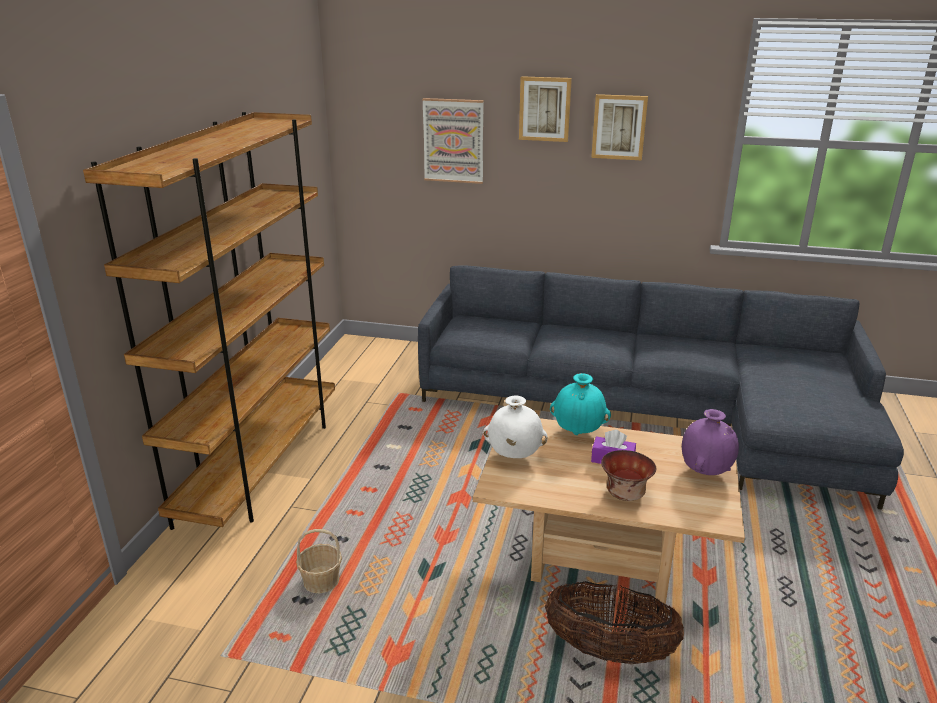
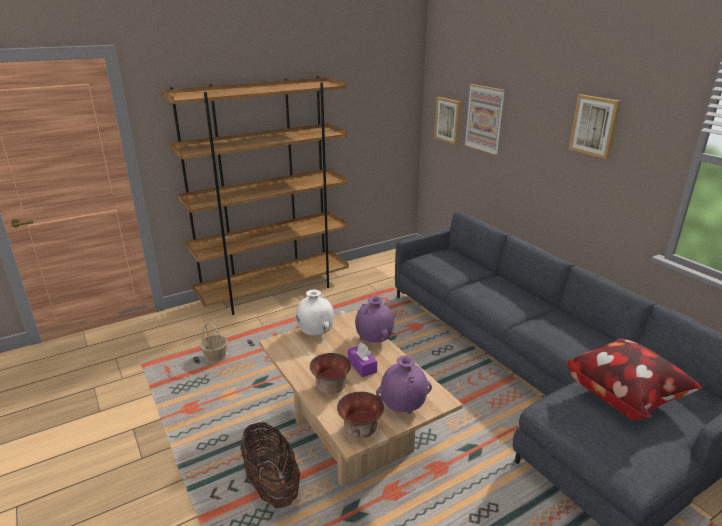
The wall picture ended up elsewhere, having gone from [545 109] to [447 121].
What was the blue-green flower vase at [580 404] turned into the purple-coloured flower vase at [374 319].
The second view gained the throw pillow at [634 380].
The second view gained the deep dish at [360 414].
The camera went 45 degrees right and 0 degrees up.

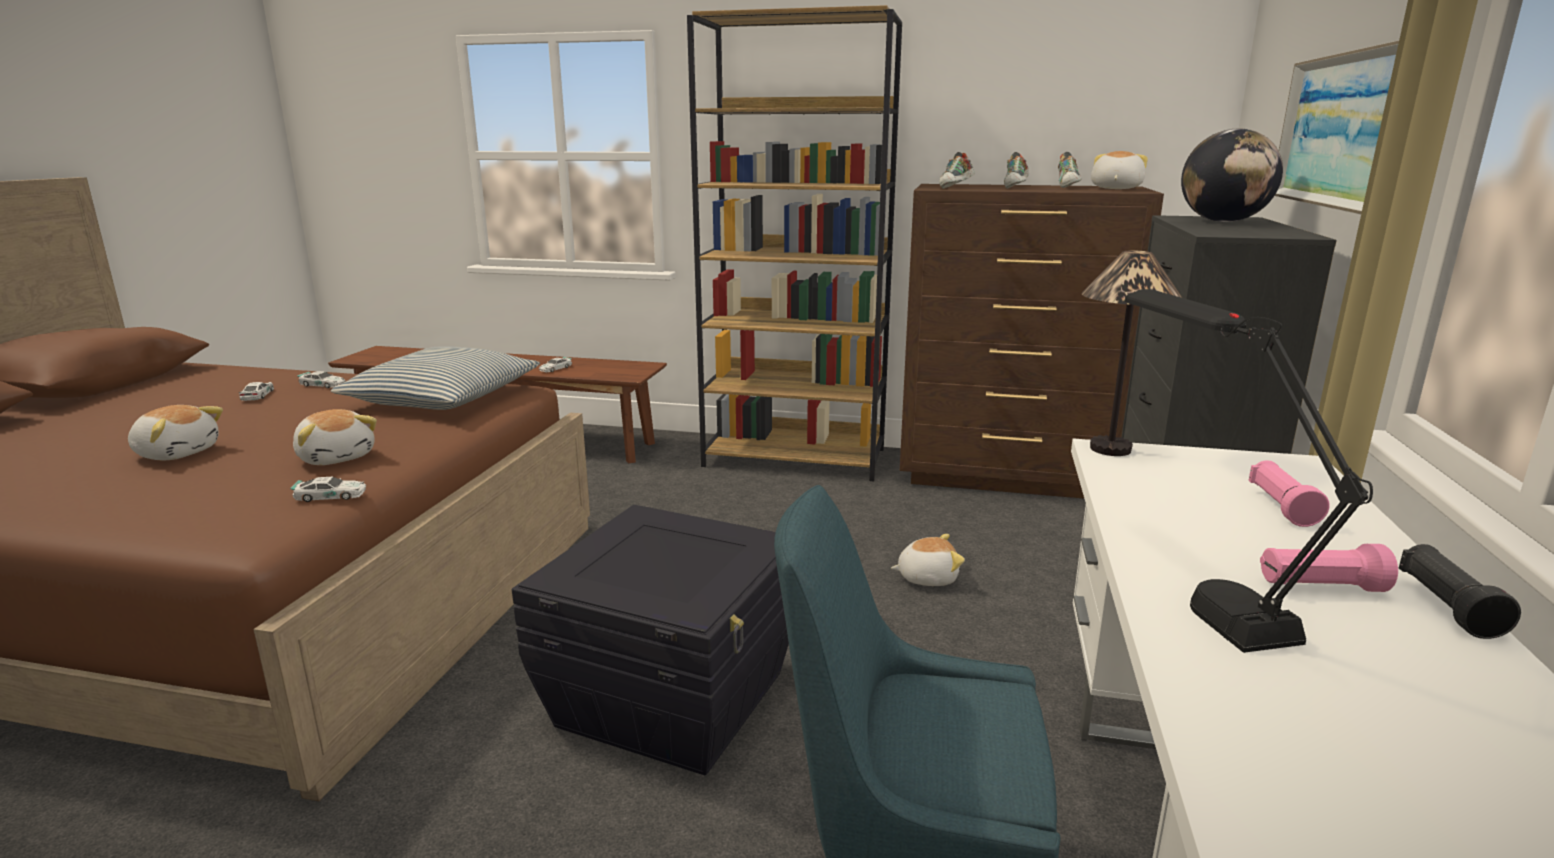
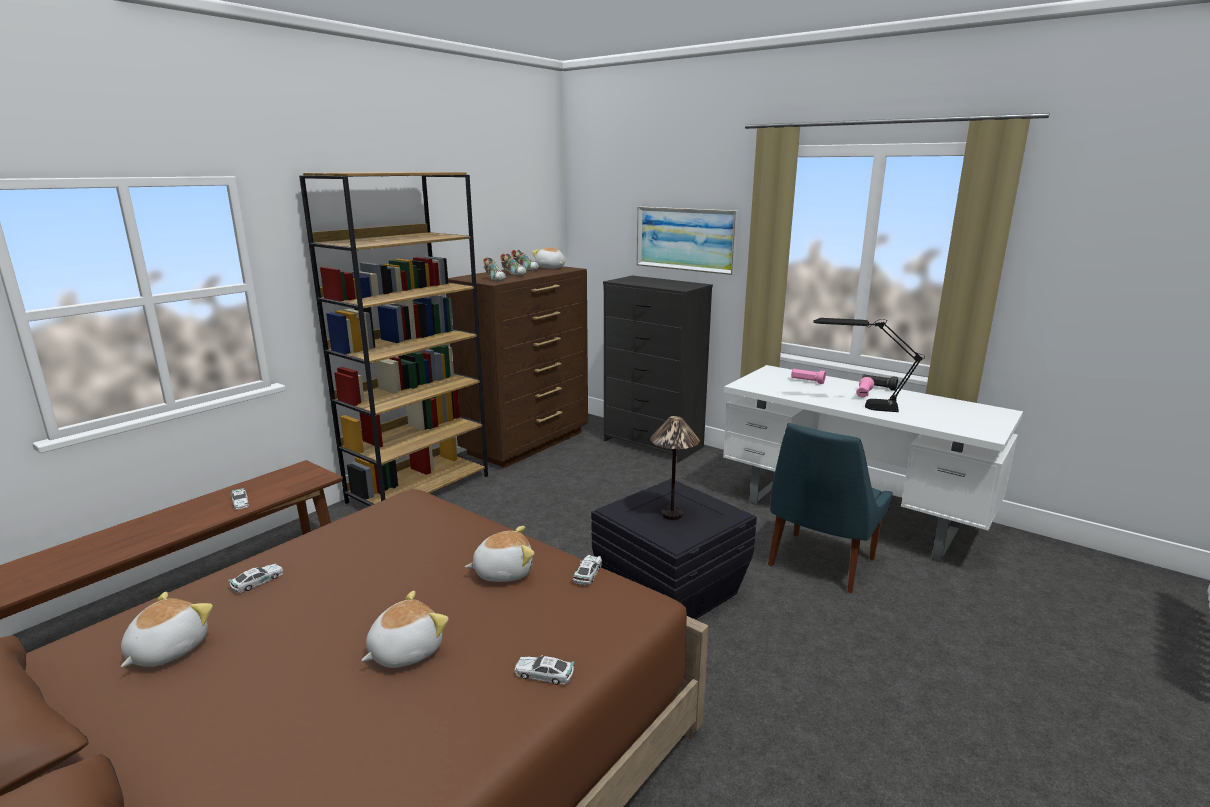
The second view lost the desk globe at [1232 175].
The table lamp ended up elsewhere, having gone from [1132 353] to [675 468].
The second view lost the throw pillow at [435 378].
The toy car ended up elsewhere, having gone from [256 391] to [544 670].
The soft toy ended up elsewhere, having gone from [928 560] to [167 629].
The camera went 65 degrees left and 0 degrees up.

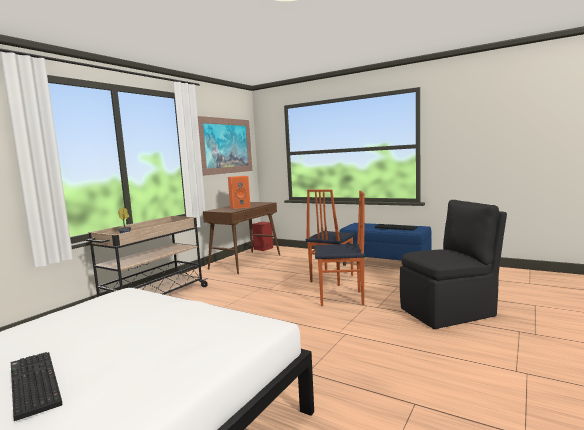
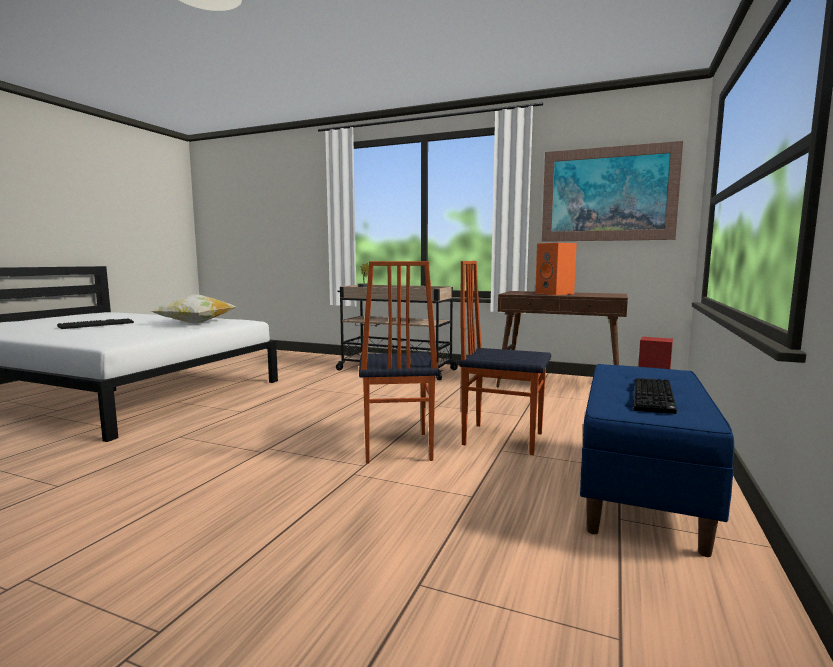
The second view lost the black upright chair at [453 264].
The second view gained the throw pillow at [193 309].
The camera went 80 degrees right and 0 degrees up.

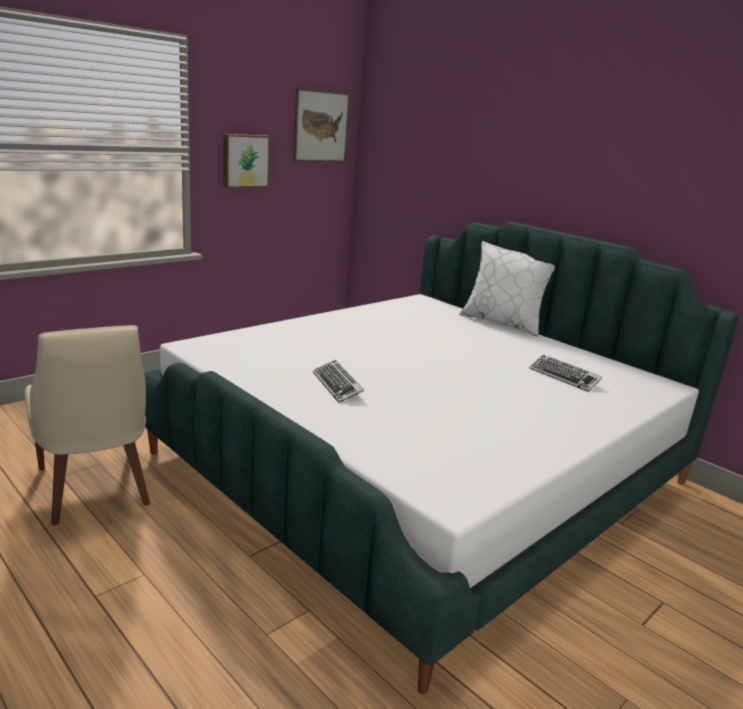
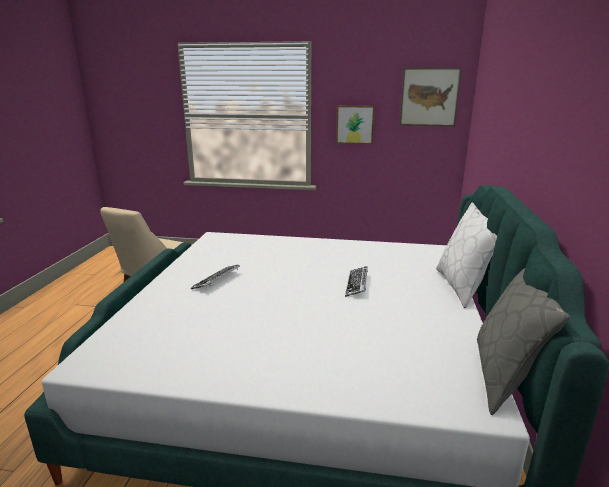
The keyboard ended up elsewhere, having gone from [565 373] to [356 281].
The second view gained the gray throw pillow at [523 342].
The camera went 55 degrees right and 0 degrees up.

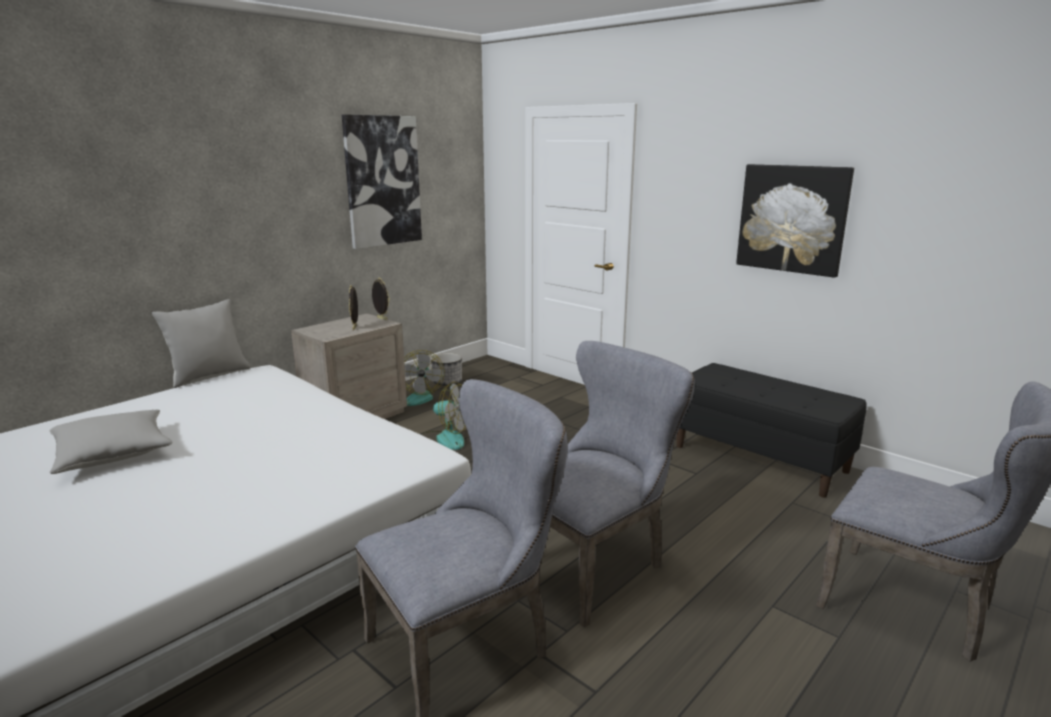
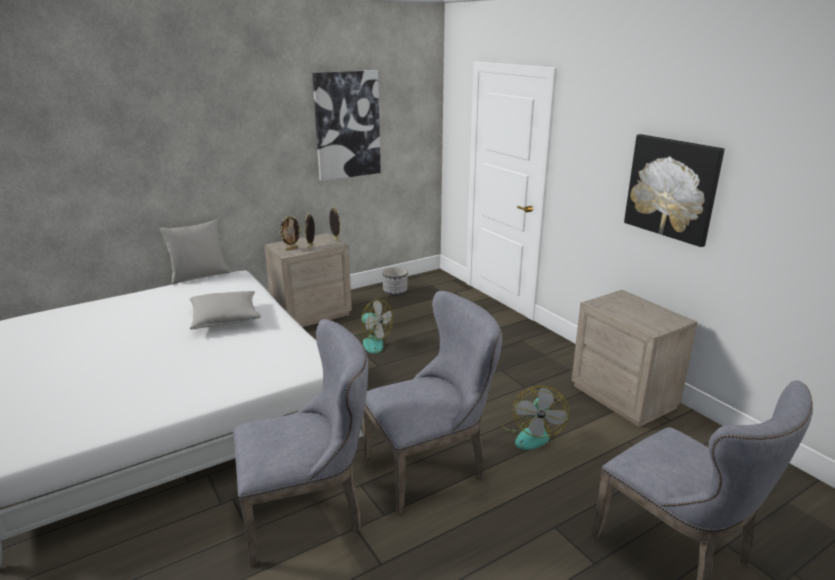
The electric fan ended up elsewhere, having gone from [424 378] to [536 418].
Where the black indoor bench stood at [771 430], the beige night table came to stand at [634 358].
The gray throw pillow ended up elsewhere, having gone from [111 442] to [225 310].
The second view gained the picture frame at [291 233].
The camera went 15 degrees right and 5 degrees up.

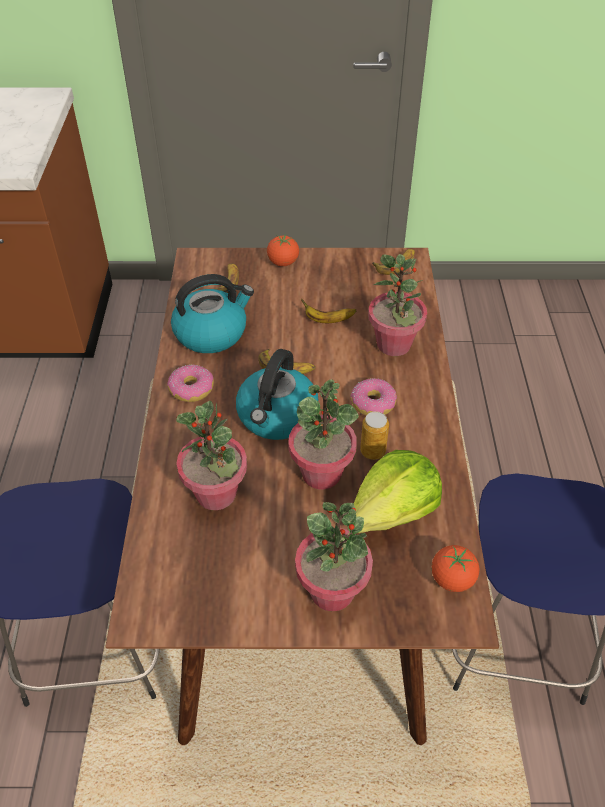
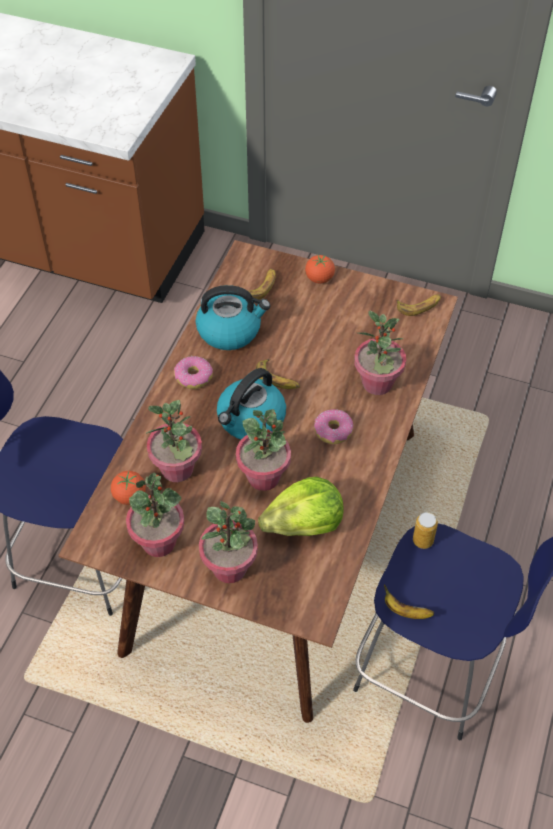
The whole banana ended up elsewhere, having gone from [328 311] to [409 602].
The can ended up elsewhere, having gone from [374 435] to [425 530].
The tomato ended up elsewhere, having gone from [455 568] to [128 488].
The second view gained the plant in a pot at [155 515].
The camera went 20 degrees right and 5 degrees up.

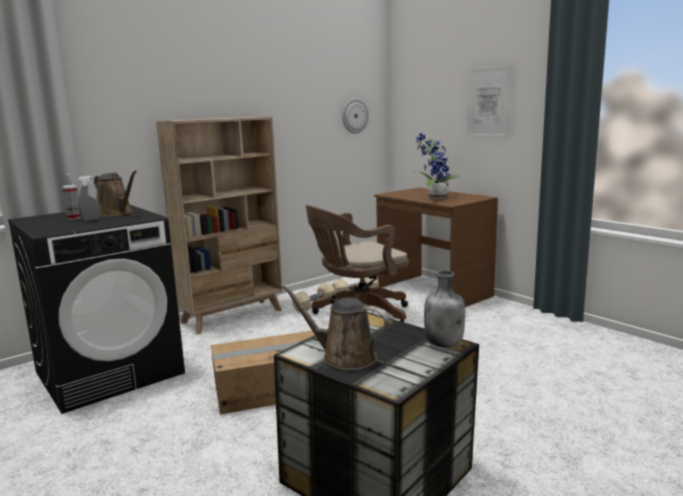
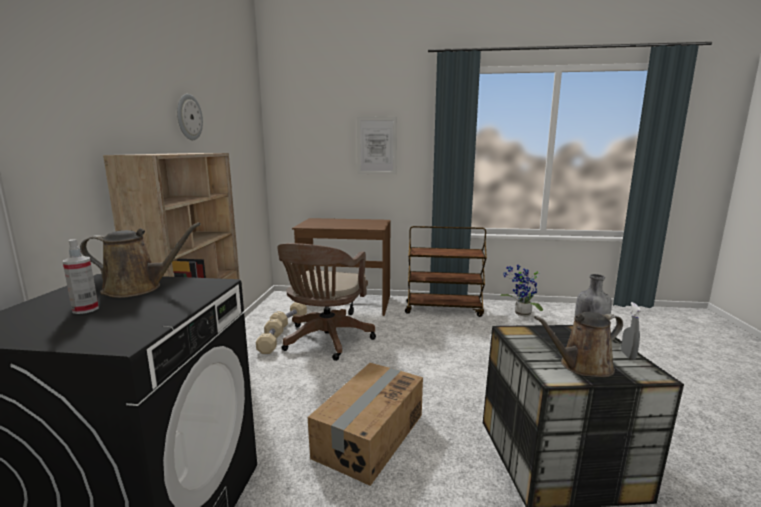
The clock on the wall ended up elsewhere, having gone from [355 116] to [190 117].
The plant in a pot ended up elsewhere, having gone from [437 166] to [521 290].
The gray spray bottle ended up elsewhere, having gone from [89 198] to [631 331].
The second view gained the brown-coloured trolley at [446 271].
The camera went 45 degrees left and 0 degrees up.

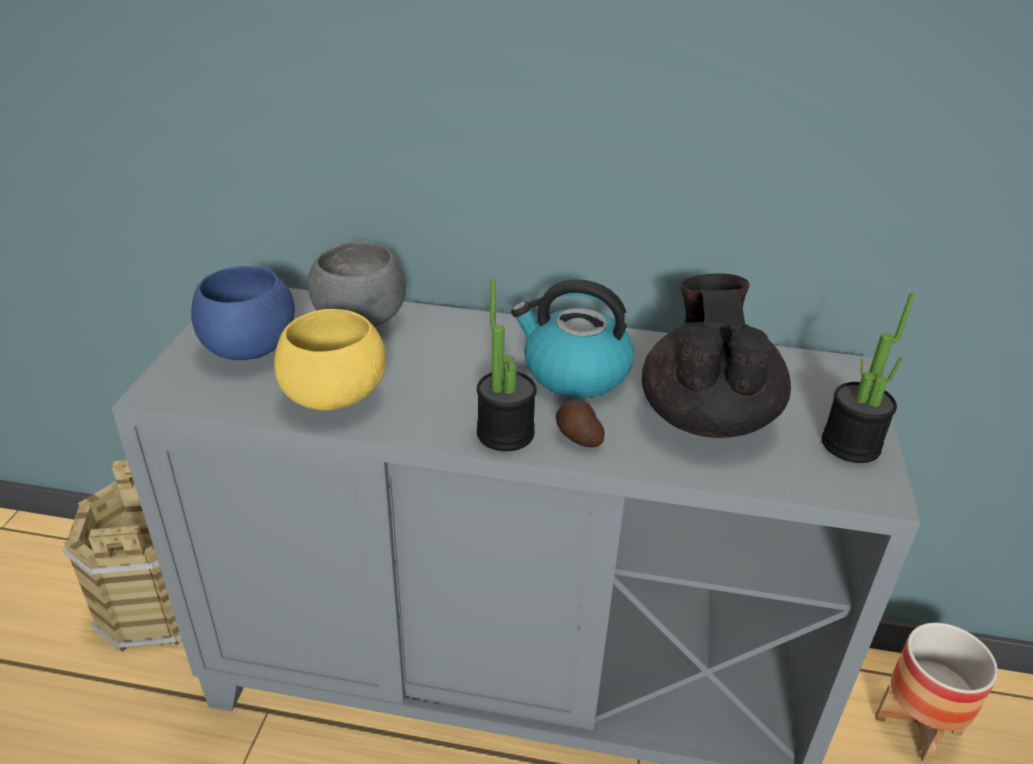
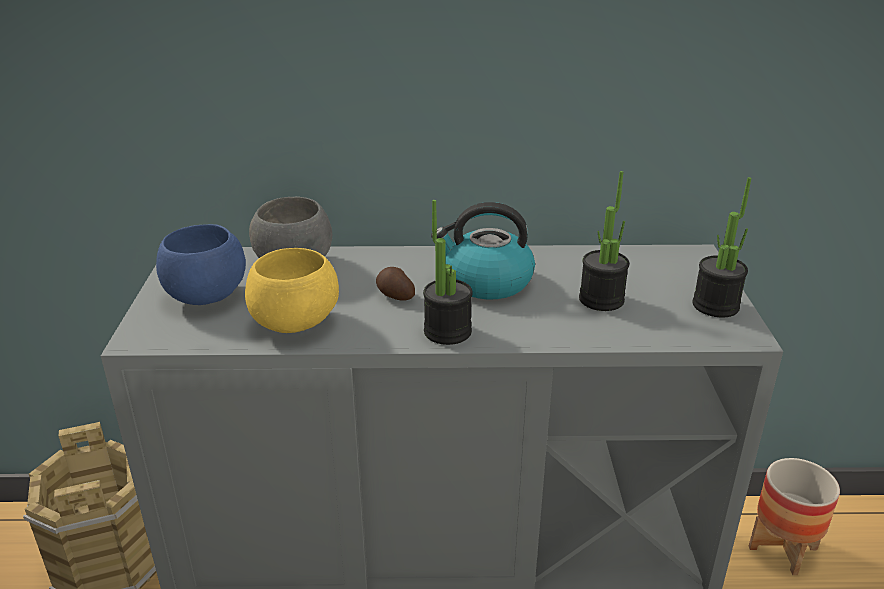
Where the black teapot stood at [716 355], the plant in a pot came to stand at [604 241].
The potato ended up elsewhere, having gone from [580 424] to [395 284].
The camera went 10 degrees left and 5 degrees down.

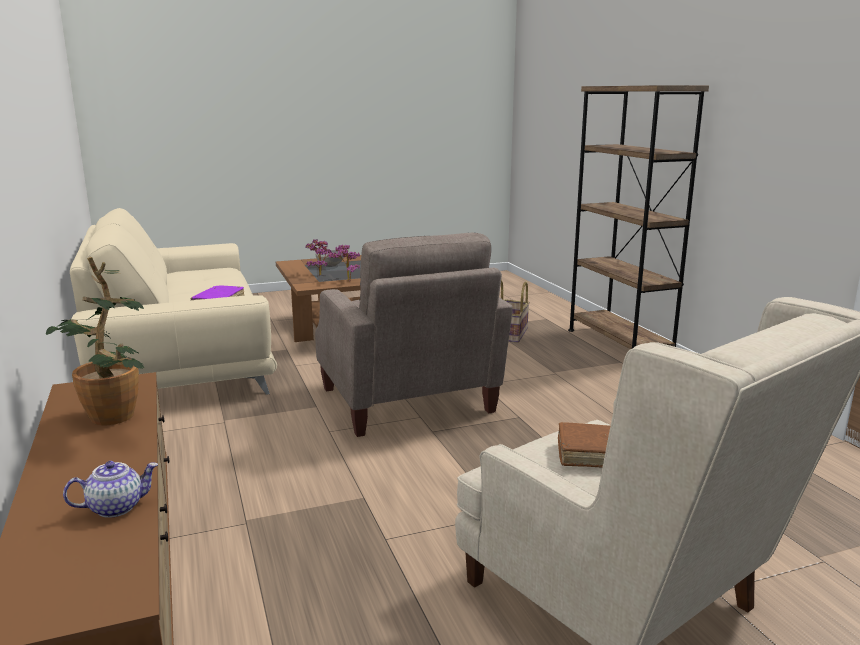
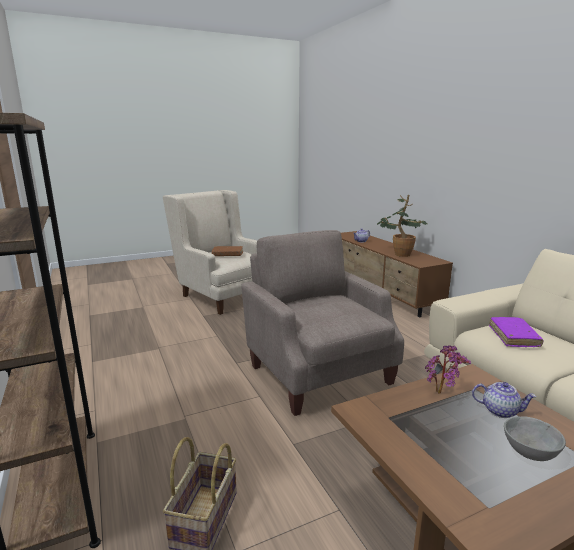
Where the plant in a pot stood at [319 257], the teapot came to stand at [504 400].
The camera went 175 degrees right and 0 degrees up.

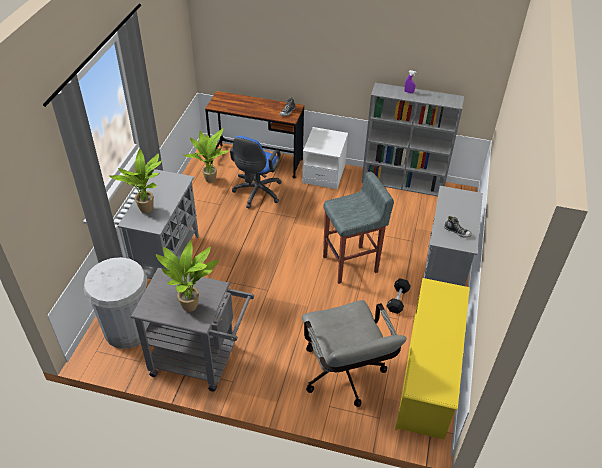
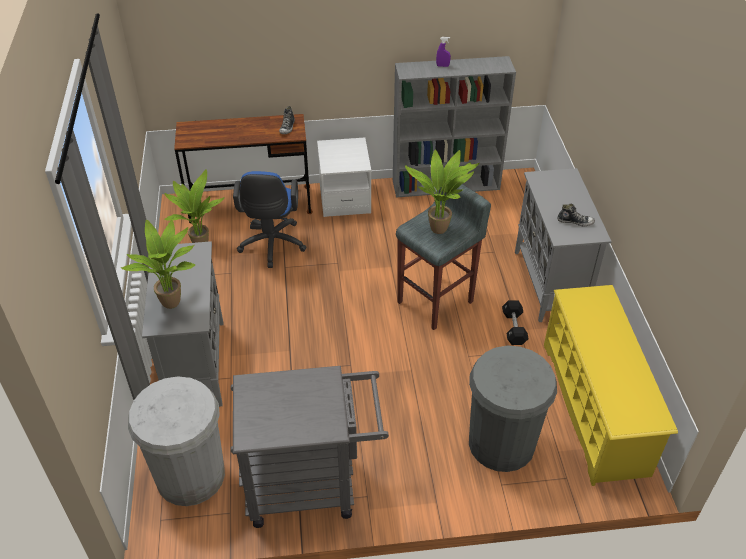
The plant in a pot ended up elsewhere, having gone from [187 276] to [442 192].
Where the gray office chair stood at [354 353], the gray rubbish bin came to stand at [513 409].
The camera went 20 degrees left and 0 degrees up.

